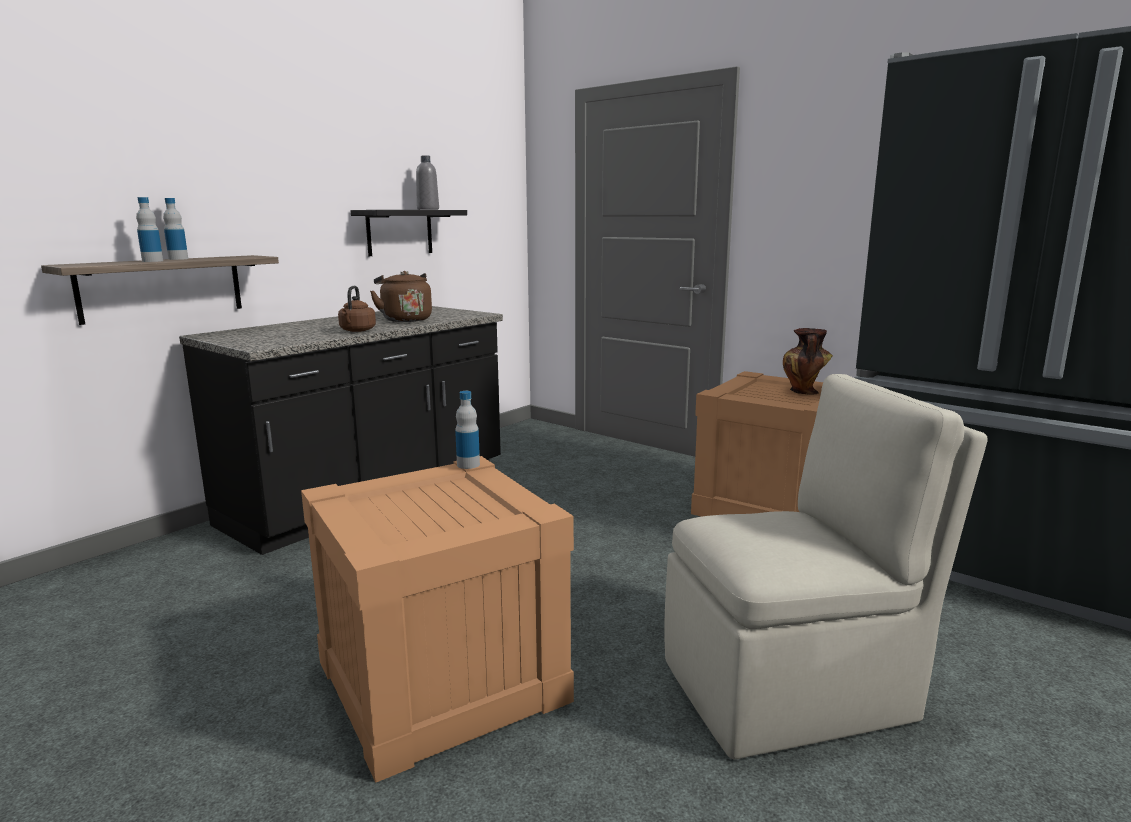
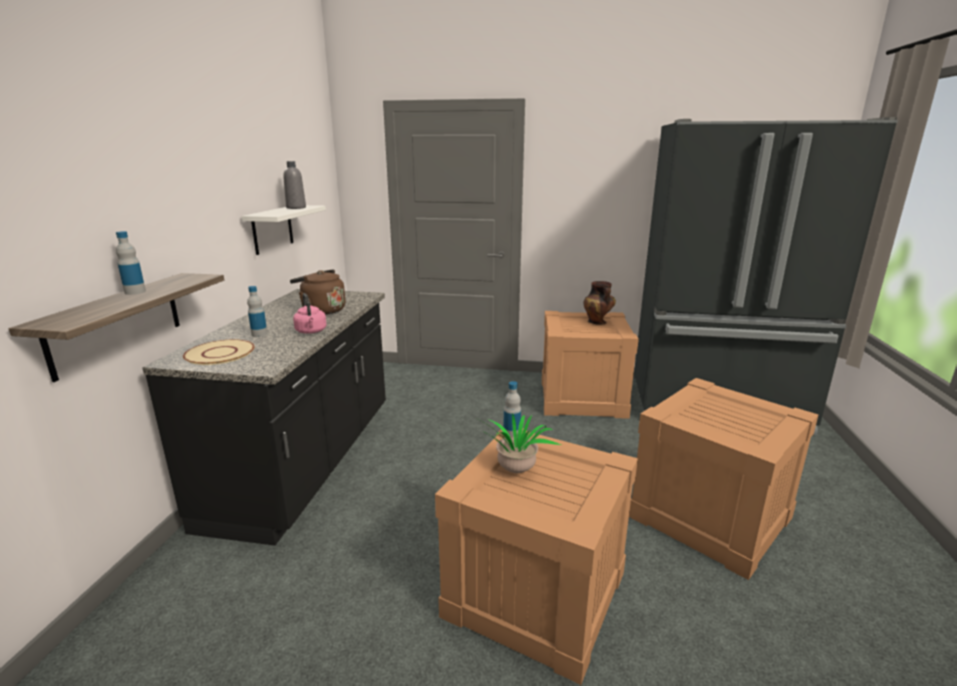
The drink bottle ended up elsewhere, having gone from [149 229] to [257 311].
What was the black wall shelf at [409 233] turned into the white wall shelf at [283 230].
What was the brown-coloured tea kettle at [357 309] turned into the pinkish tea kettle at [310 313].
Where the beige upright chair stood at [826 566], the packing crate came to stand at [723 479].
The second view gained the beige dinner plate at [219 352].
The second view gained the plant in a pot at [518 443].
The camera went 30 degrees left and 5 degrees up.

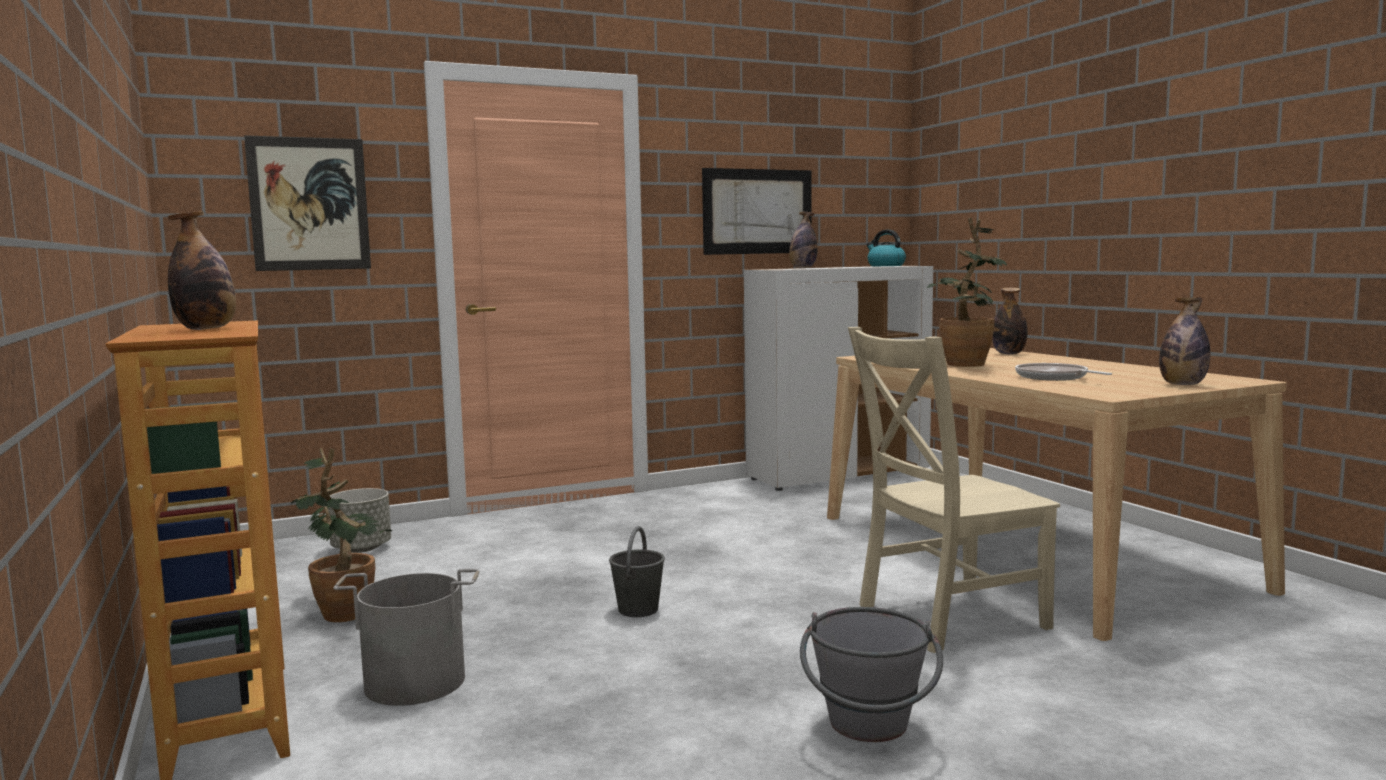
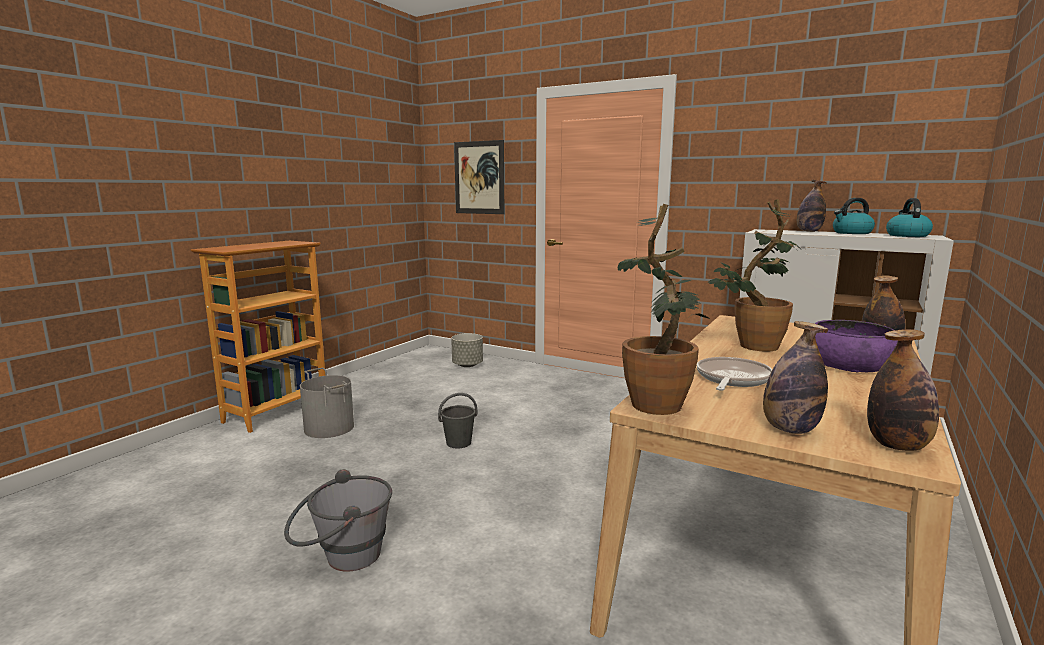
The second view lost the wall picture at [757 211].
The drink bottle ended up elsewhere, having gone from [202 270] to [903 390].
The second view lost the beige upright chair at [954 490].
The plant in a pot ended up elsewhere, having gone from [341 535] to [664 309].
The second view gained the tea kettle at [854 216].
The second view gained the purple-coloured deep dish at [856 346].
The camera went 55 degrees right and 5 degrees up.

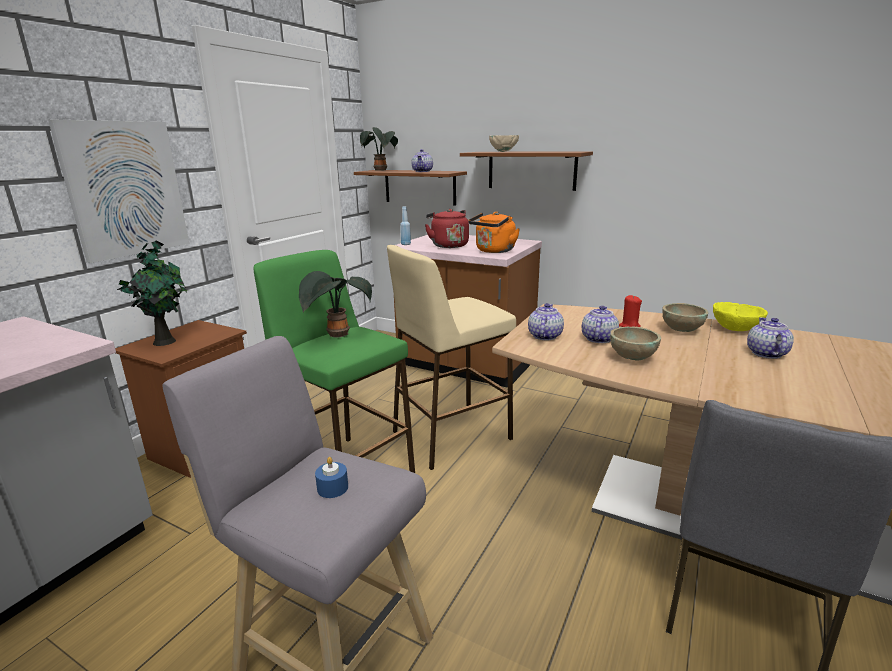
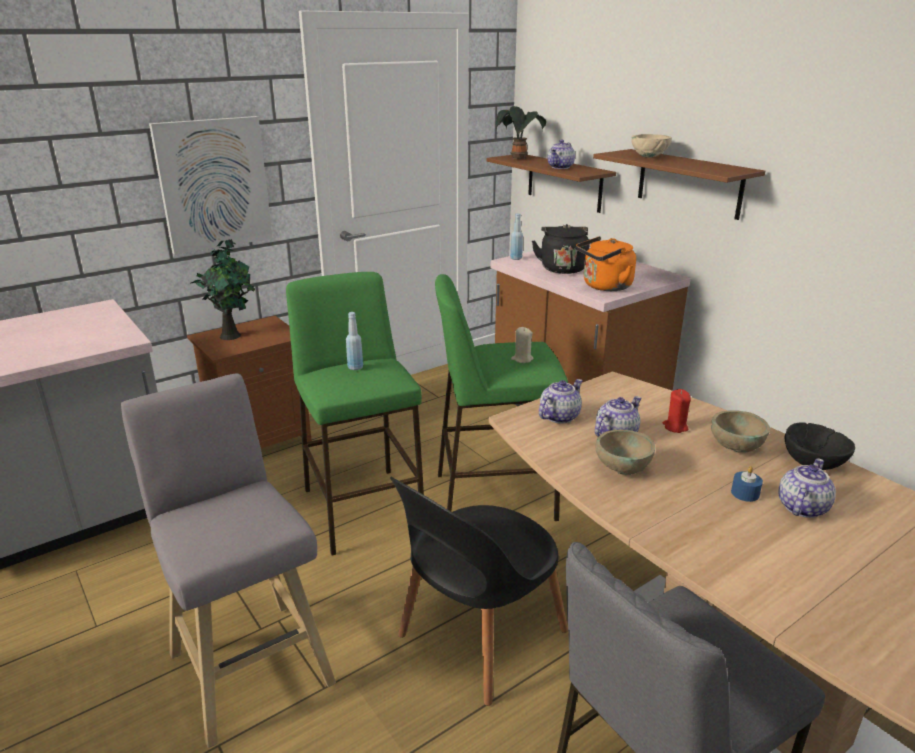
What was the red tea kettle at [447 228] turned into the black tea kettle at [560 249].
What was the beige stool at [451 357] turned into the green-coloured stool at [501 397].
Where the plant in a pot stood at [335 304], the blue-coloured drink bottle came to stand at [354 341].
What was the yellow deep dish at [740 316] turned into the black deep dish at [820 446].
The blue-coloured candle ended up elsewhere, having gone from [331 477] to [747 484].
The second view gained the beige candle at [522 345].
The second view gained the black upright chair at [479 591].
The camera went 25 degrees right and 5 degrees up.

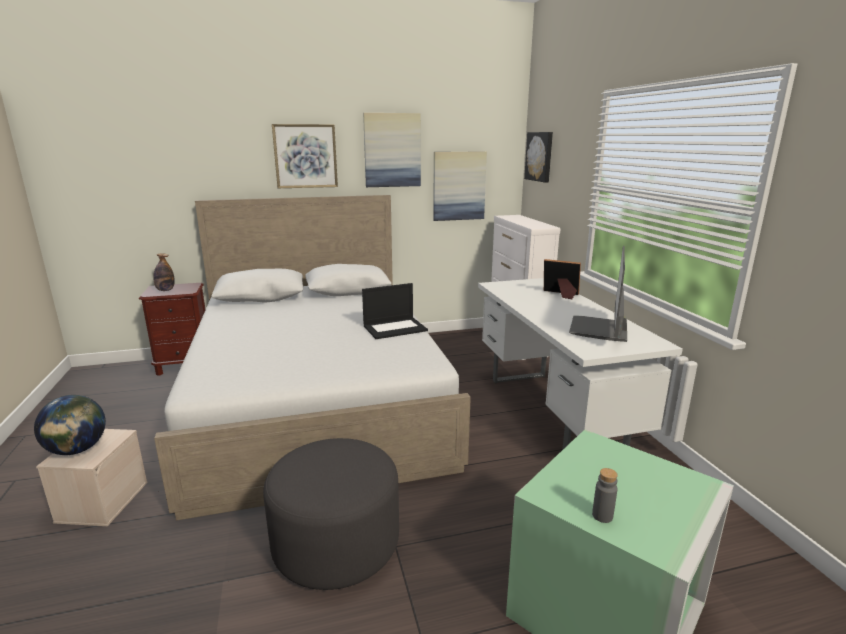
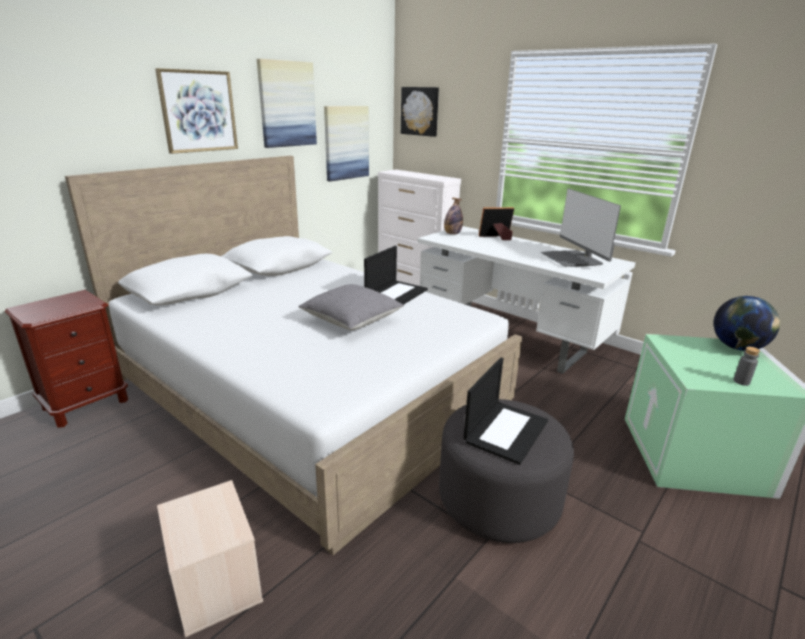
The drink bottle ended up elsewhere, having gone from [164 272] to [453 216].
The desk globe ended up elsewhere, having gone from [70 425] to [747 323].
The second view gained the gray throw pillow at [351 307].
The second view gained the portable computer at [505 411].
The camera went 35 degrees left and 5 degrees up.

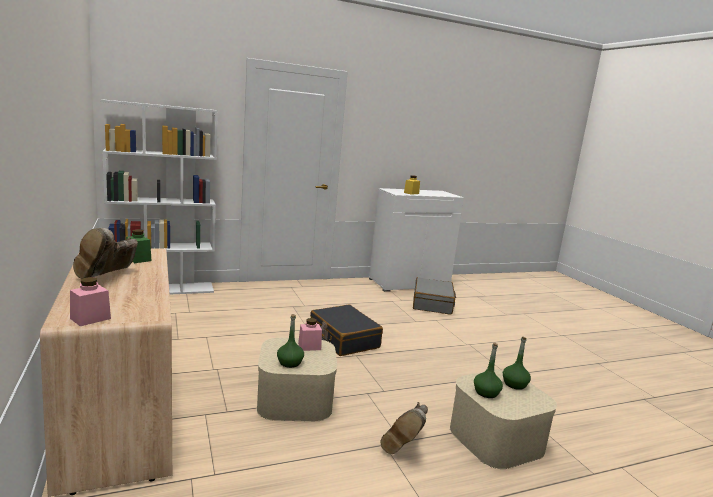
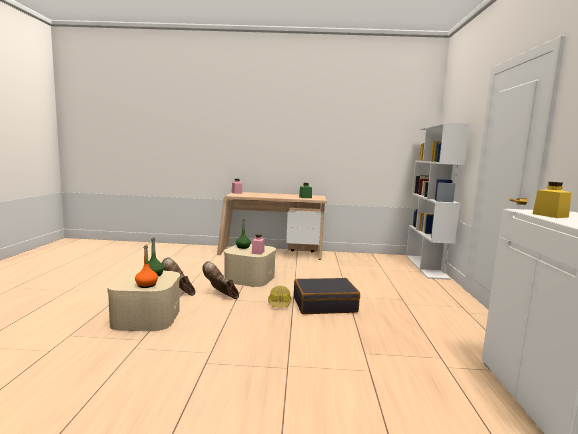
The brown-coloured high-top boot ended up elsewhere, having gone from [105 253] to [220 280].
The second view lost the gray suitcase at [434 296].
What was the green-coloured drink bottle at [517 363] turned into the orange drink bottle at [146 266].
The second view gained the hard hat at [280 296].
The camera went 115 degrees right and 5 degrees down.

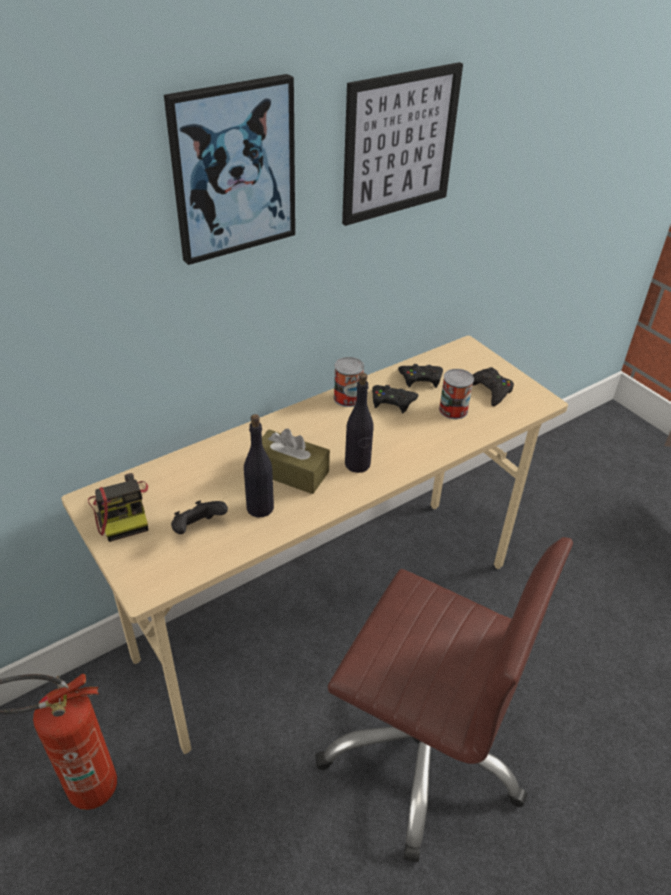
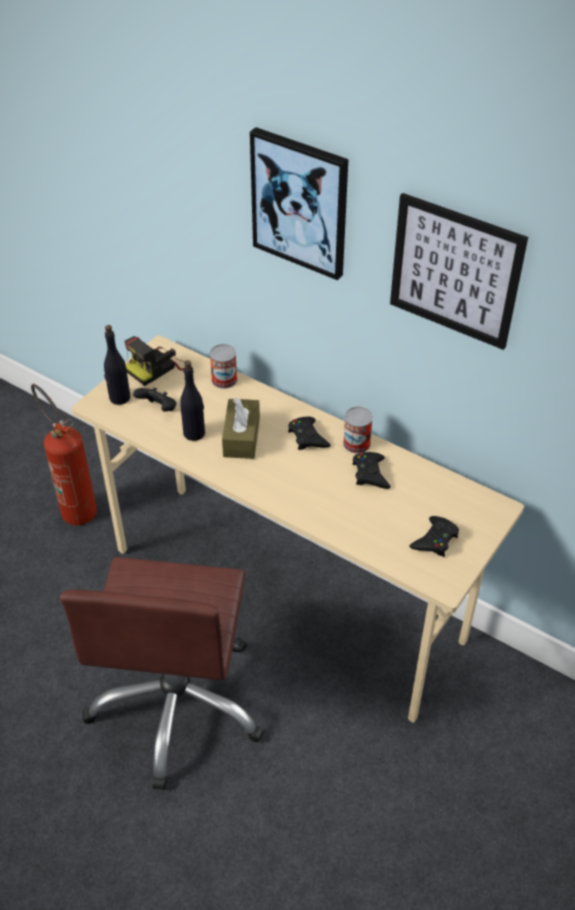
The black joypad ended up elsewhere, having gone from [420 376] to [309 433].
The can ended up elsewhere, having gone from [456 394] to [223 366].
The black drink bottle ended up elsewhere, having gone from [359 423] to [117 365].
The camera went 70 degrees right and 5 degrees up.

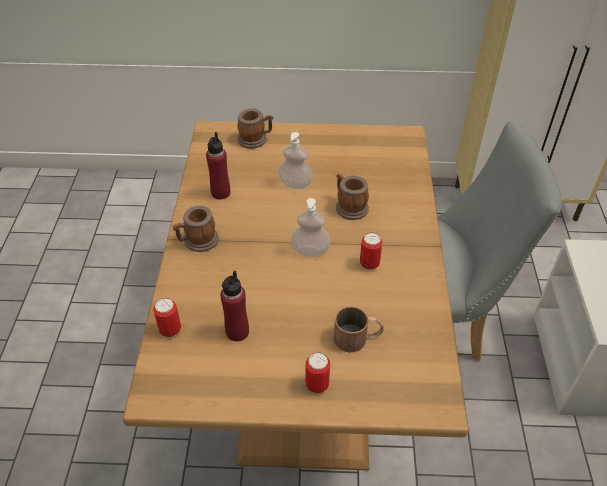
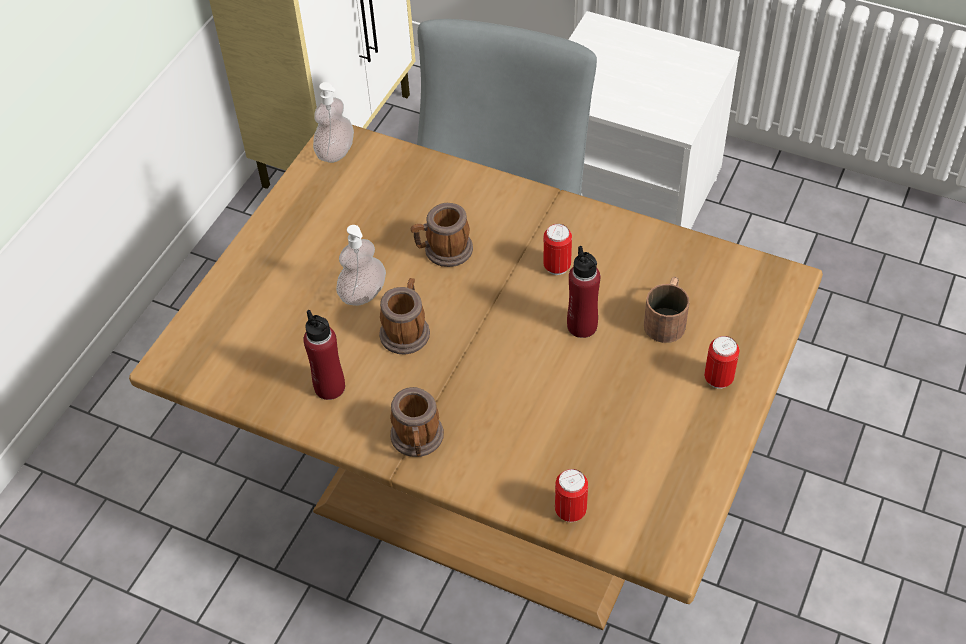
The mug ended up elsewhere, having gone from [255 128] to [404 316].
The soap bottle ended up elsewhere, having gone from [311 227] to [333 122].
The red drink bottle ended up elsewhere, having gone from [234 305] to [583 292].
The camera went 65 degrees left and 5 degrees up.

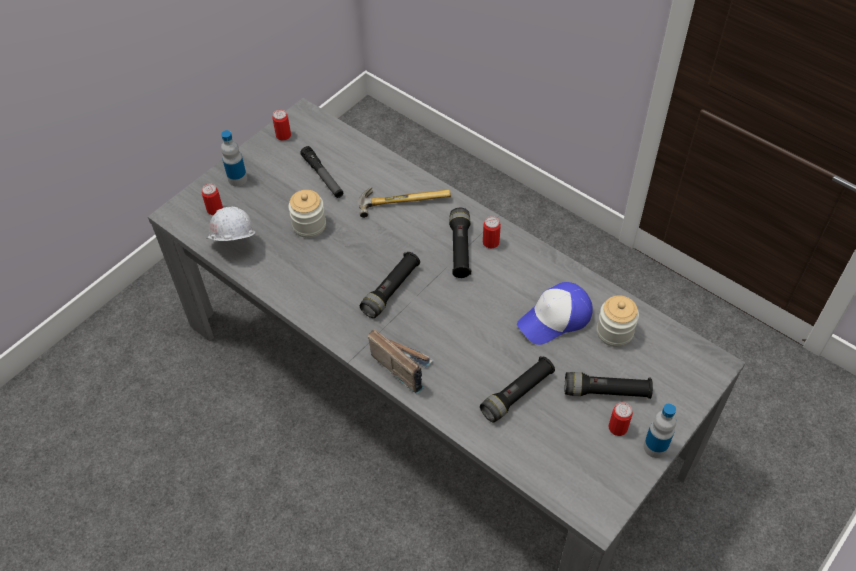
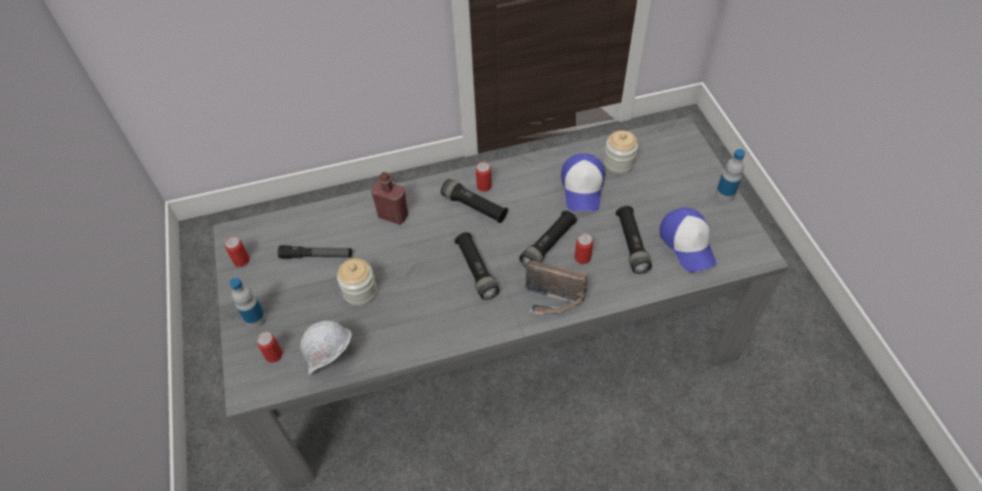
Where the hammer stood at [405 202], the red drink bottle came to stand at [389 198].
The radio receiver at [401 362] ended up facing another way, 150 degrees counterclockwise from before.
The black hand torch ended up elsewhere, having gone from [609 385] to [548 239].
The can ended up elsewhere, having gone from [620 419] to [584 248].
The second view gained the baseball cap at [688 240].
The camera went 55 degrees left and 0 degrees up.

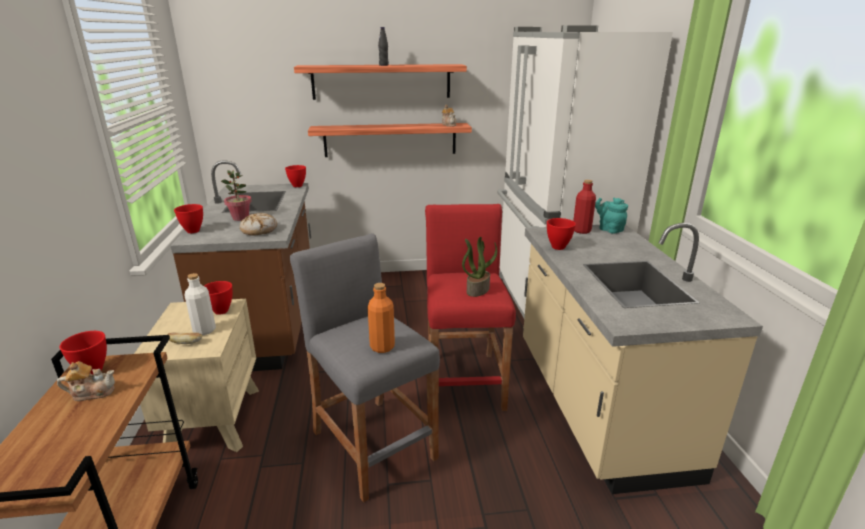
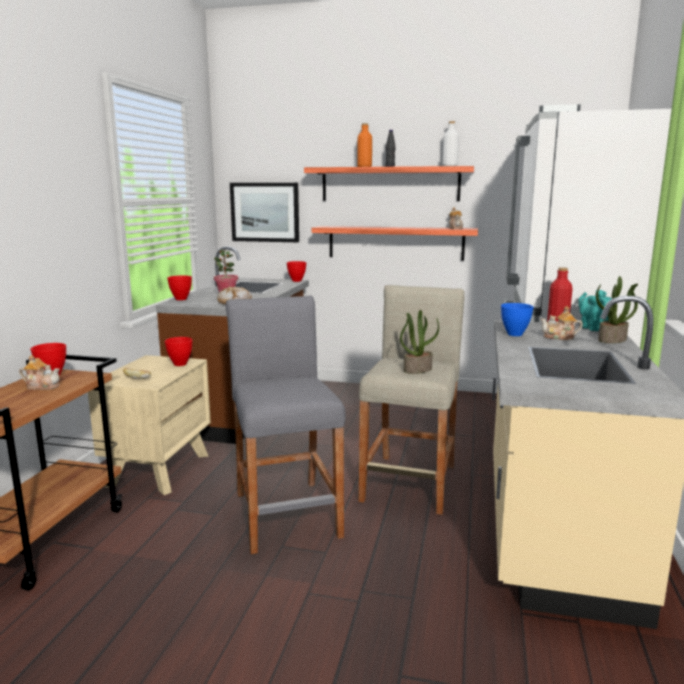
What was the red stool at [470 307] turned into the beige stool at [411 400].
What was the red deep dish at [561 234] turned into the blue-coloured deep dish at [517 319].
The white drink bottle ended up elsewhere, having gone from [200 304] to [450 143].
The orange drink bottle ended up elsewhere, having gone from [381 318] to [364 145].
The second view gained the wall picture at [264 212].
The second view gained the plant in a pot at [617 309].
The second view gained the teapot at [561 323].
The camera went 20 degrees right and 10 degrees down.

